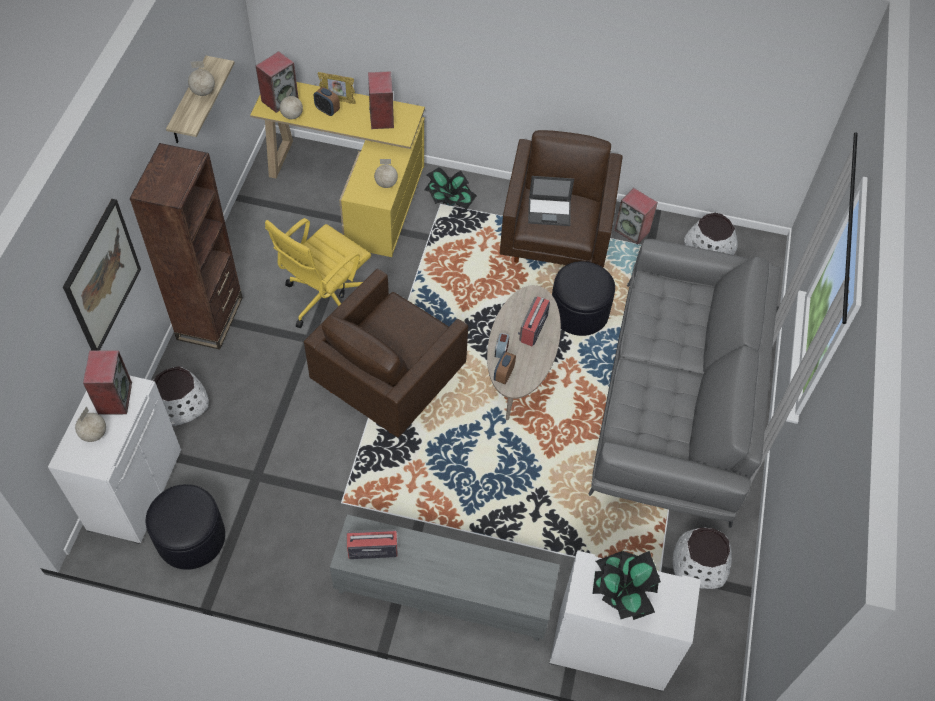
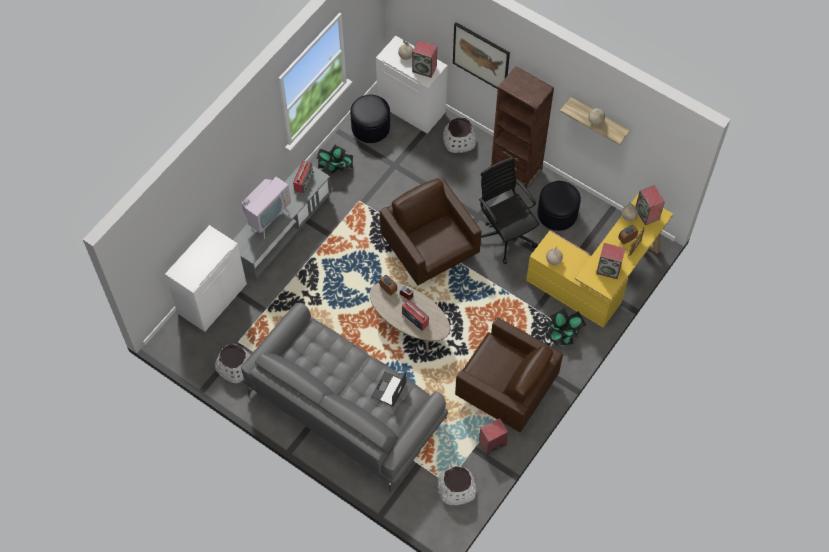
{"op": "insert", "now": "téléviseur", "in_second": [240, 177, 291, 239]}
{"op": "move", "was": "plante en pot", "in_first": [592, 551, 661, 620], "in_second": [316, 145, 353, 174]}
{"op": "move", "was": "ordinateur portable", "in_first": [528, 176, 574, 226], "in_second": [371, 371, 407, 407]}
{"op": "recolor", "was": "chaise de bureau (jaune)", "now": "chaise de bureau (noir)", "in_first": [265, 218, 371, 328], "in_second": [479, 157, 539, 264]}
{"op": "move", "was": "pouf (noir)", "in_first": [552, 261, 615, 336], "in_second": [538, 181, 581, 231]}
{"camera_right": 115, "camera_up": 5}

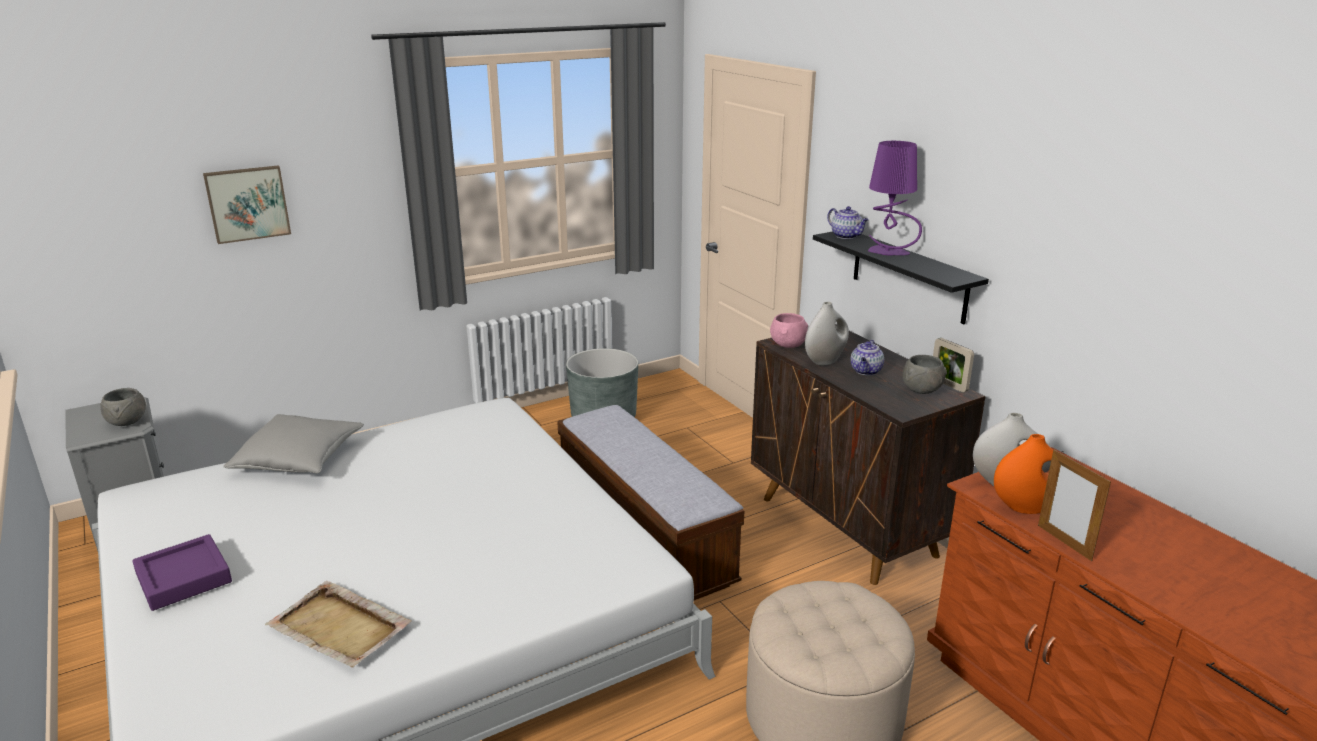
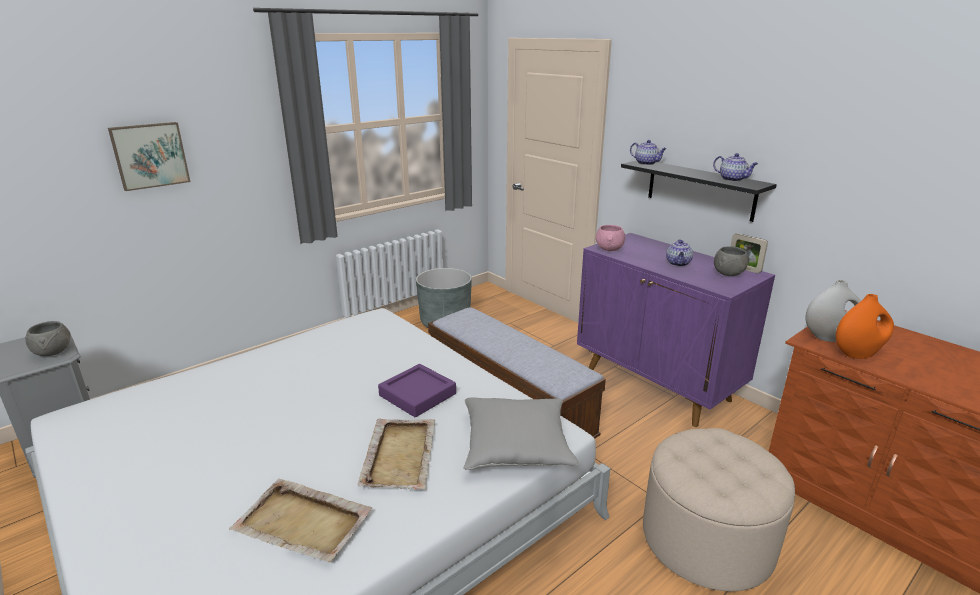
{"op": "insert", "now": "plateau (beige)", "in_second": [357, 419, 435, 489]}
{"op": "move", "was": "plateau (violet)", "in_first": [132, 534, 232, 611], "in_second": [378, 364, 456, 417]}
{"op": "move", "was": "coussin (gris)", "in_first": [223, 414, 364, 473], "in_second": [463, 397, 579, 470]}
{"op": "recolor", "was": "meuble de rangement (marron)", "now": "meuble de rangement (violet)", "in_first": [751, 324, 986, 585], "in_second": [577, 233, 775, 427]}
{"op": "insert", "now": "théière", "in_second": [713, 153, 758, 182]}
{"op": "delete", "was": "vase (blanc)", "in_first": [805, 302, 849, 365]}
{"op": "delete", "was": "lampe de table (violet)", "in_first": [868, 141, 922, 255]}
{"op": "delete", "was": "cadre photo", "in_first": [1038, 450, 1111, 561]}
{"camera_right": -10, "camera_up": 0}

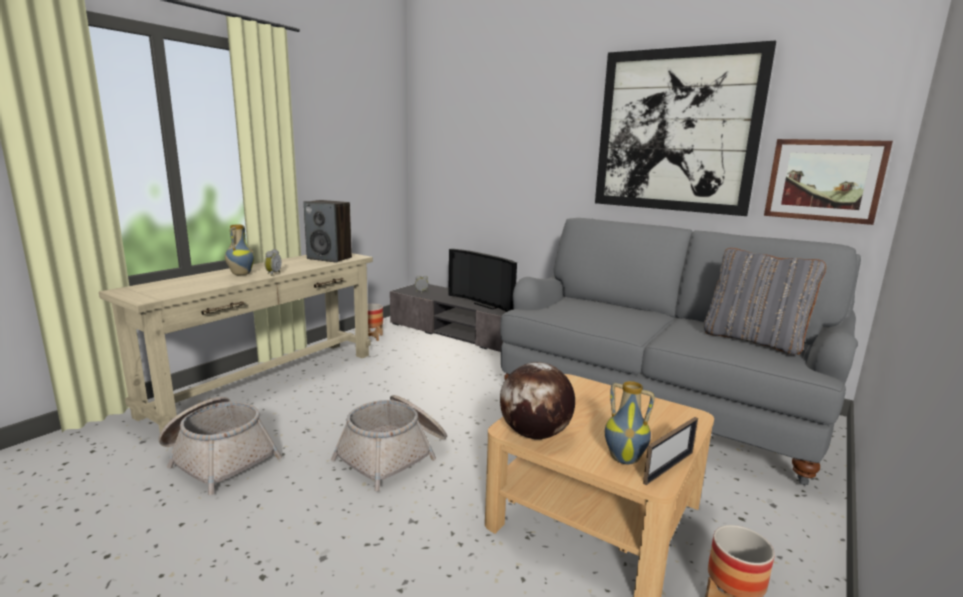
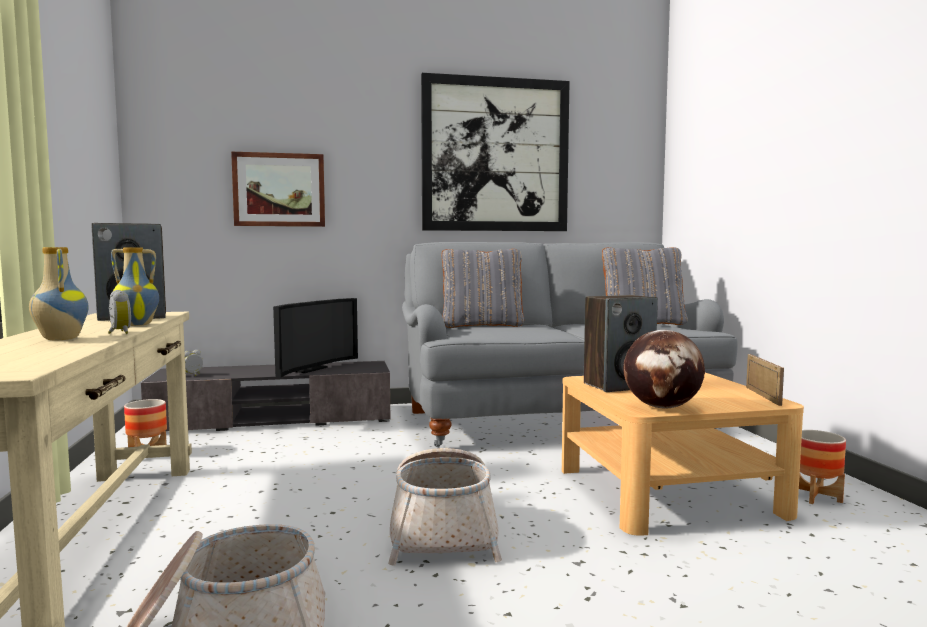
{"op": "move", "was": "vase", "in_first": [605, 381, 655, 464], "in_second": [111, 248, 159, 326]}
{"op": "move", "was": "tableau", "in_first": [764, 139, 893, 225], "in_second": [231, 152, 325, 227]}
{"op": "rotate", "was": "téléviseur", "in_first": [448, 249, 517, 312], "in_second": [273, 298, 358, 378], "clockwise": -60}
{"op": "insert", "now": "coussin (gris)", "in_second": [441, 249, 524, 328]}
{"op": "insert", "now": "enceinte", "in_second": [584, 295, 658, 392]}
{"camera_right": -45, "camera_up": -10}

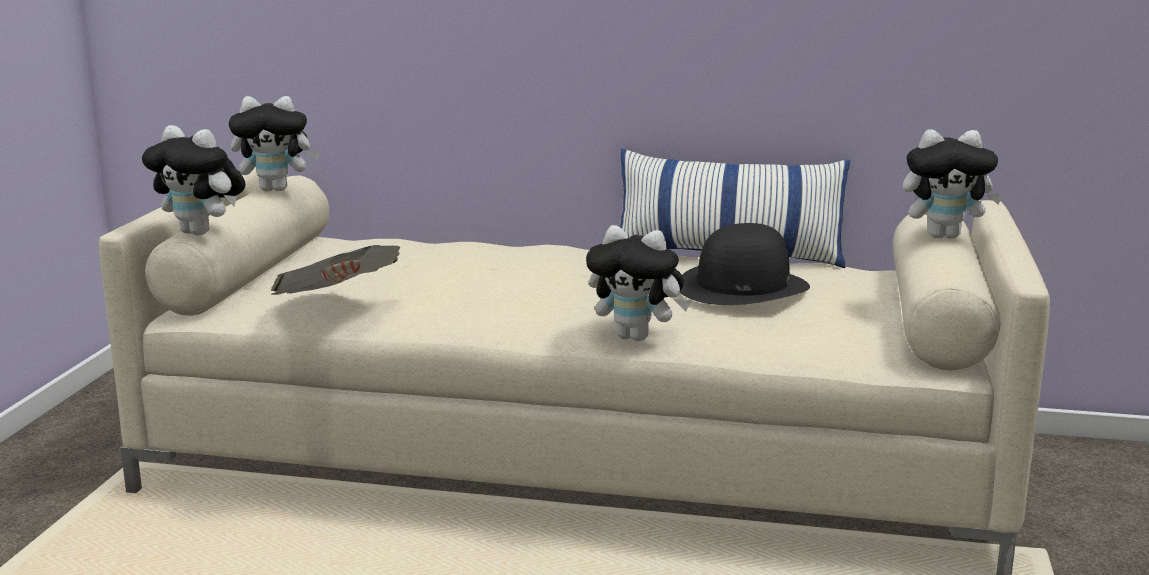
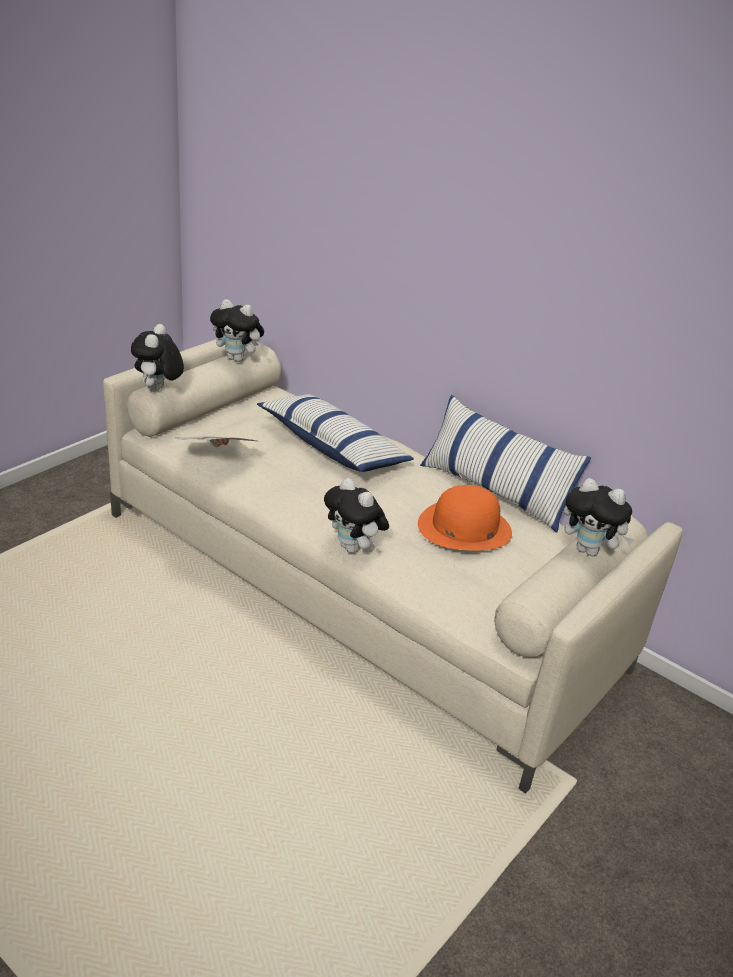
{"op": "rotate", "was": "peluche", "in_first": [142, 125, 246, 235], "in_second": [131, 324, 184, 392], "clockwise": 45}
{"op": "insert", "now": "coussin", "in_second": [257, 394, 414, 472]}
{"op": "recolor", "was": "chapeau (noir)", "now": "chapeau (orange)", "in_first": [680, 223, 810, 305], "in_second": [418, 485, 512, 550]}
{"camera_right": 25, "camera_up": 15}

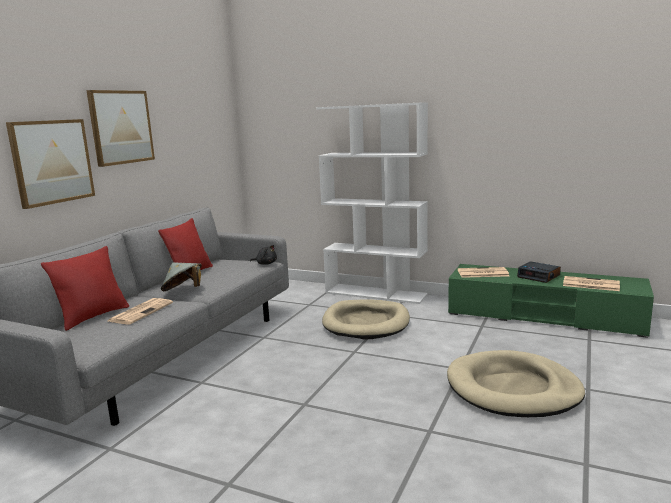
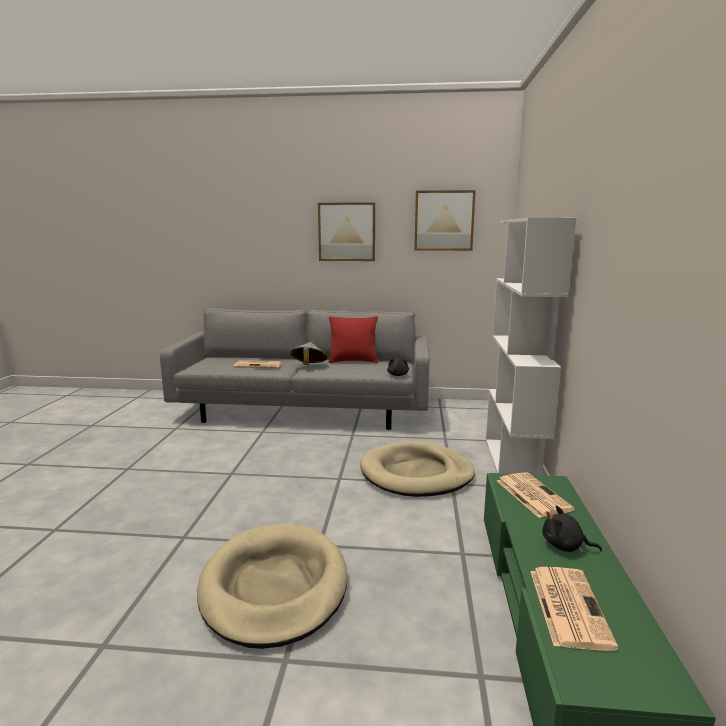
{"op": "move", "was": "tableau", "in_first": [6, 119, 95, 209], "in_second": [414, 190, 476, 251]}
{"op": "replace", "was": "réveil", "now": "peluche (noir)", "in_first": [517, 261, 561, 283], "in_second": [542, 505, 602, 553]}
{"op": "delete", "was": "coussin (rouge)", "in_first": [41, 246, 129, 331]}
{"camera_right": 70, "camera_up": 0}

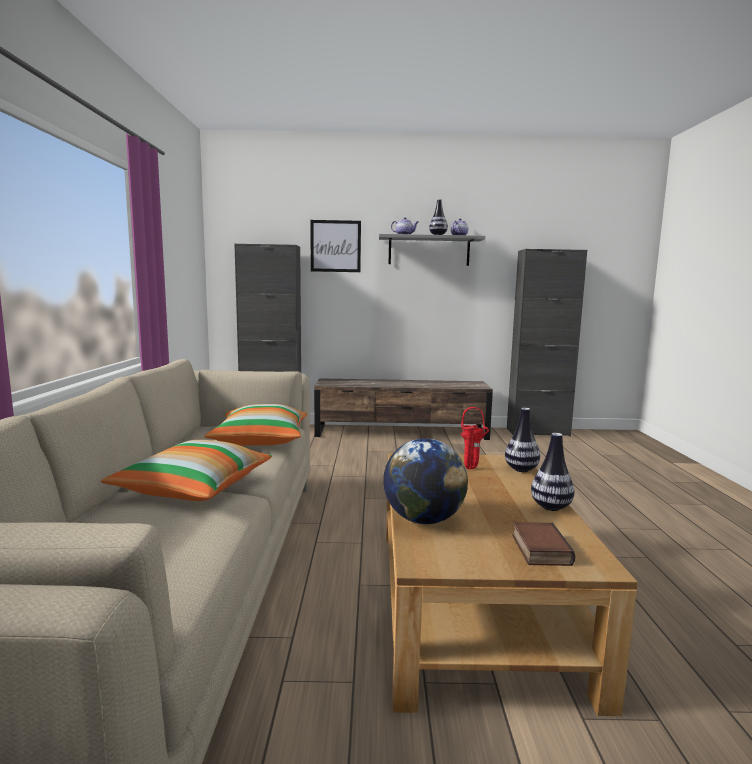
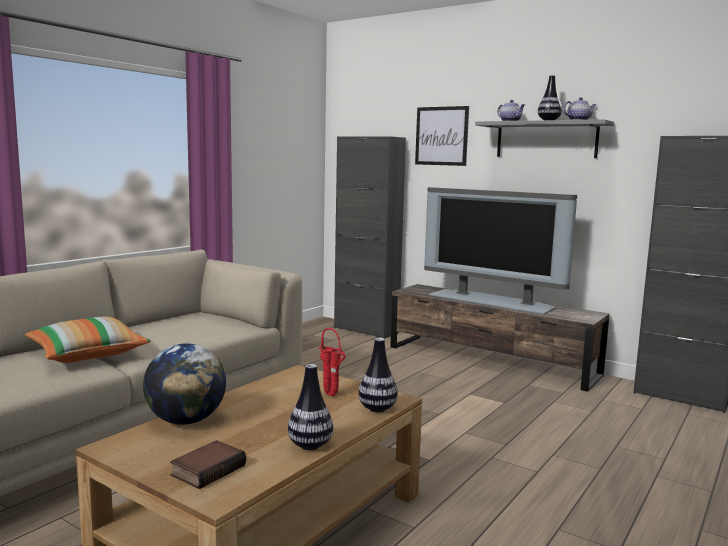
{"op": "insert", "now": "téléviseur", "in_second": [424, 187, 577, 315]}
{"op": "delete", "was": "coussin", "in_first": [204, 404, 307, 446]}
{"camera_right": 35, "camera_up": 0}

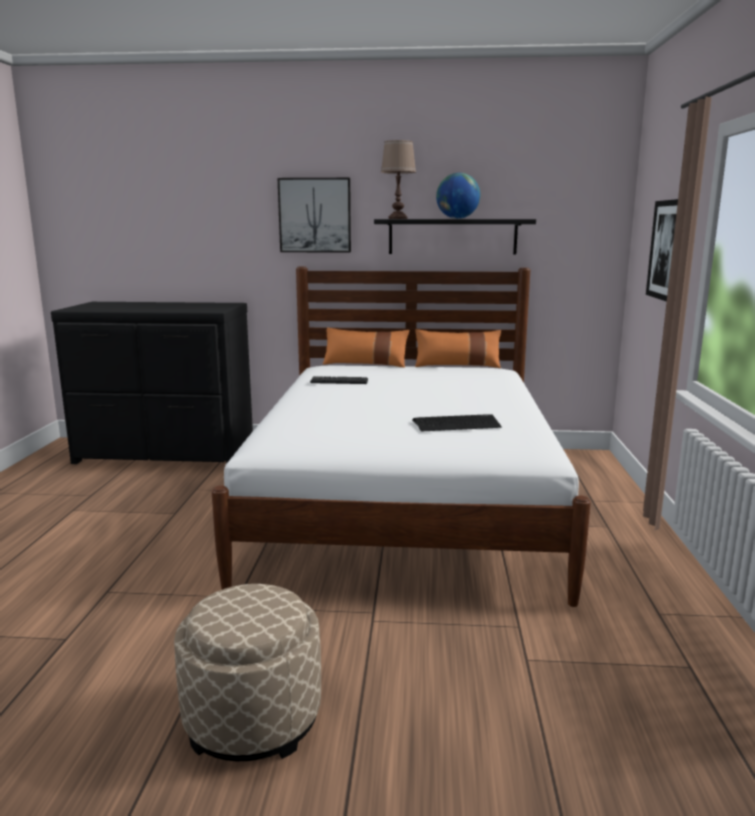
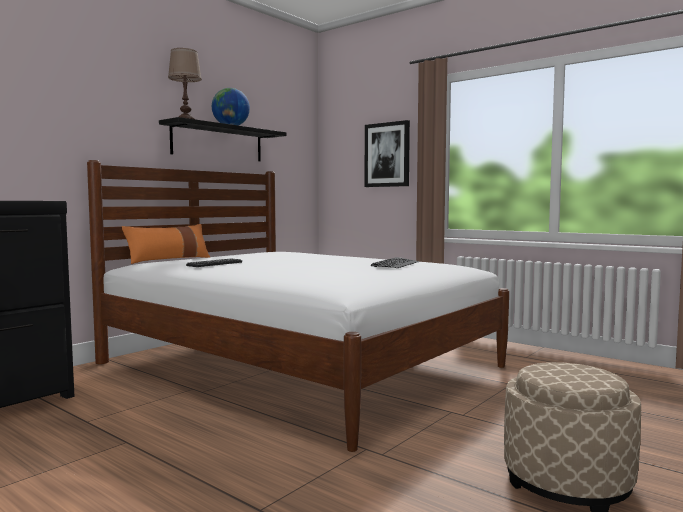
{"op": "delete", "was": "tableau", "in_first": [278, 178, 351, 253]}
{"op": "delete", "was": "coussin (orange)", "in_first": [415, 329, 501, 368]}
{"camera_right": -55, "camera_up": -10}

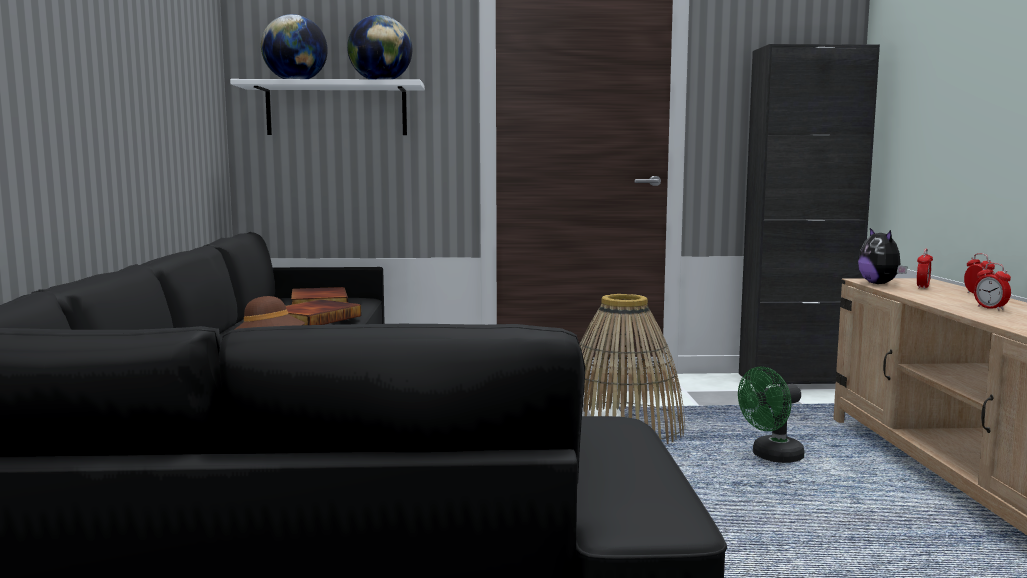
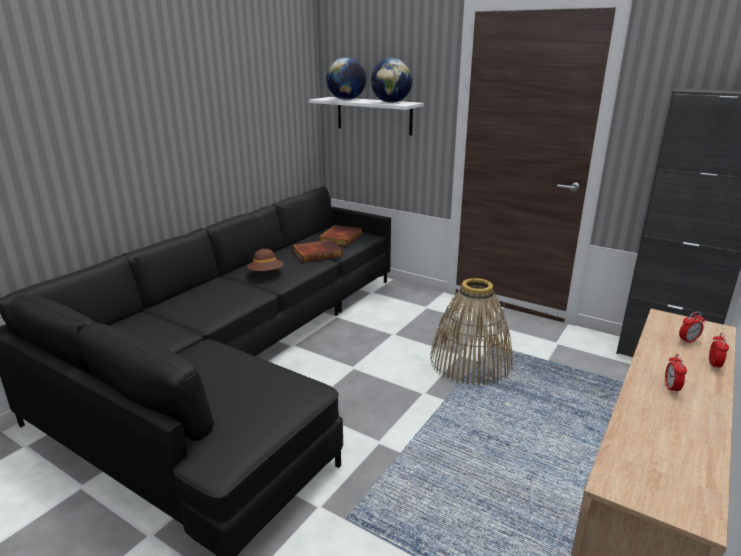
{"op": "delete", "was": "ventilateur (vert)", "in_first": [738, 367, 805, 463]}
{"op": "delete", "was": "peluche", "in_first": [858, 228, 907, 284]}
{"camera_right": 35, "camera_up": 15}

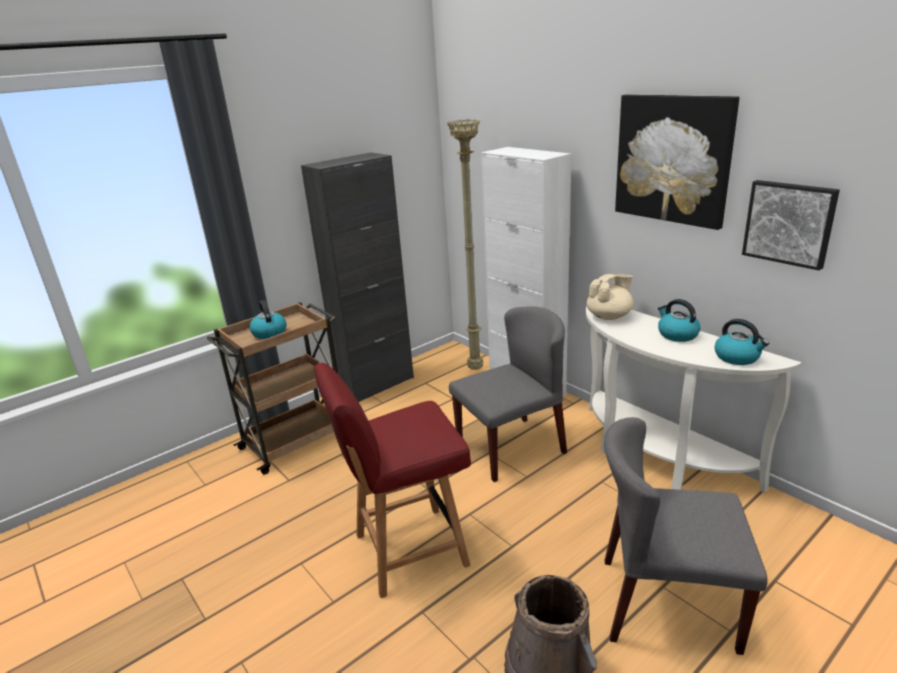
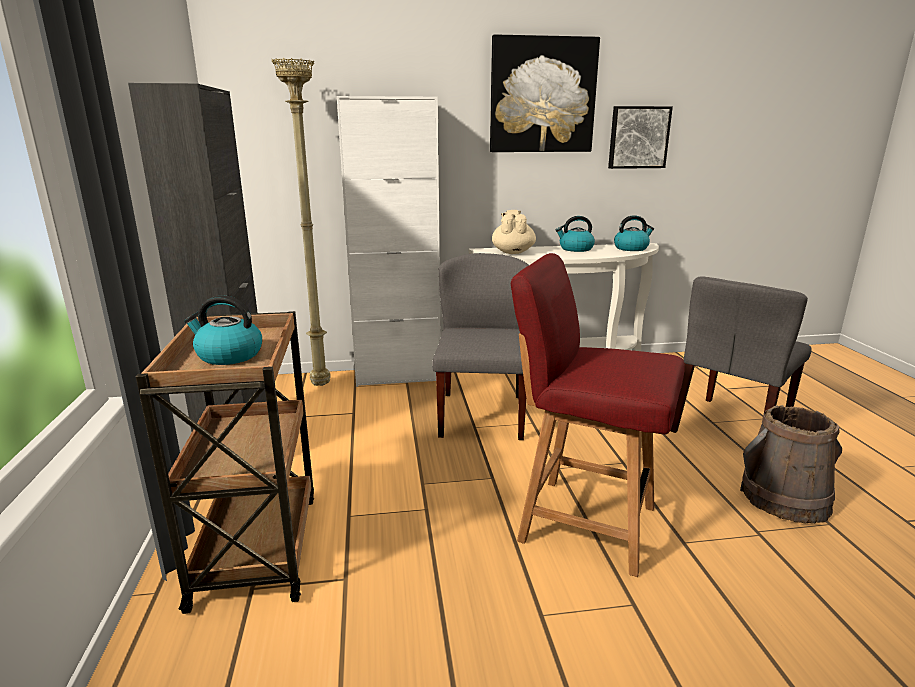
{"op": "rotate", "was": "chaise (rouge)", "in_first": [314, 363, 471, 598], "in_second": [511, 253, 685, 577], "clockwise": 105}
{"camera_right": -60, "camera_up": -5}

